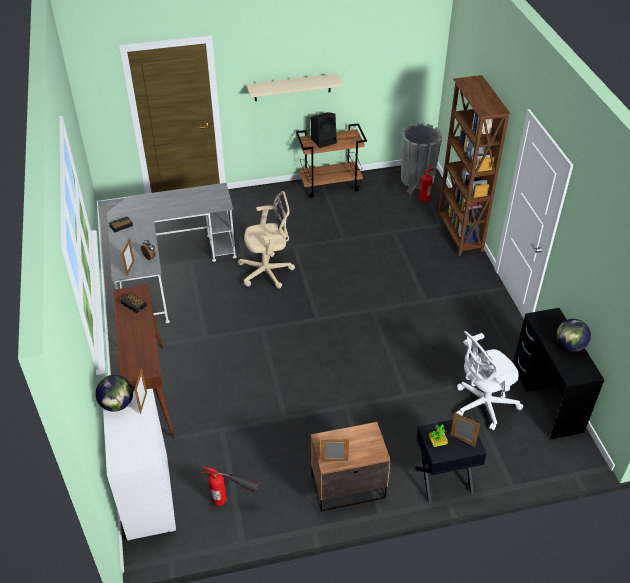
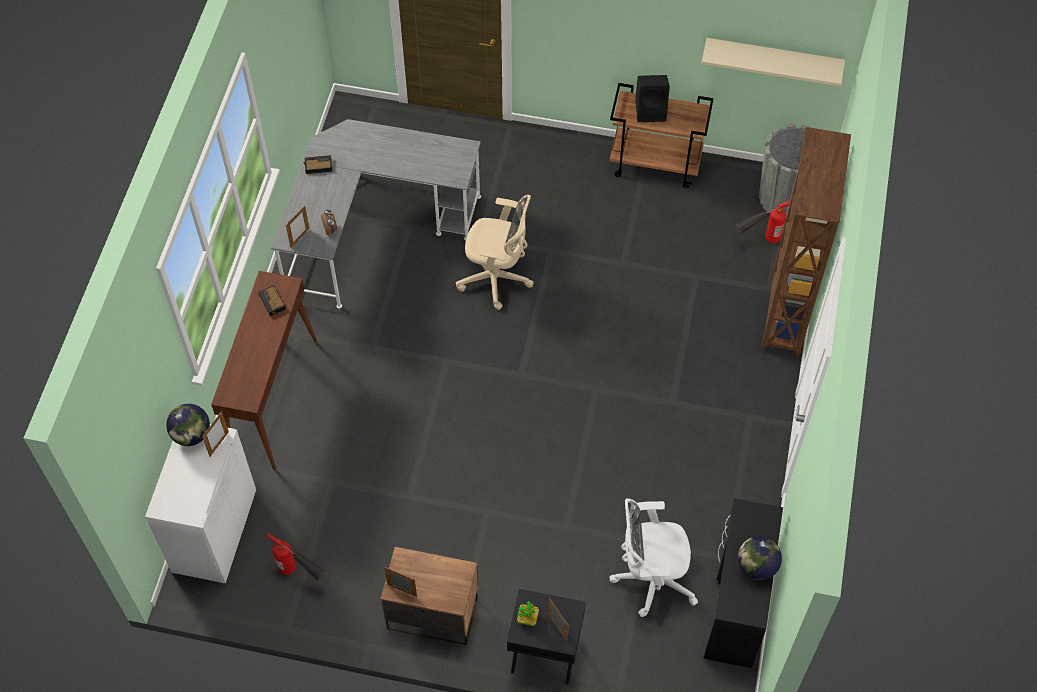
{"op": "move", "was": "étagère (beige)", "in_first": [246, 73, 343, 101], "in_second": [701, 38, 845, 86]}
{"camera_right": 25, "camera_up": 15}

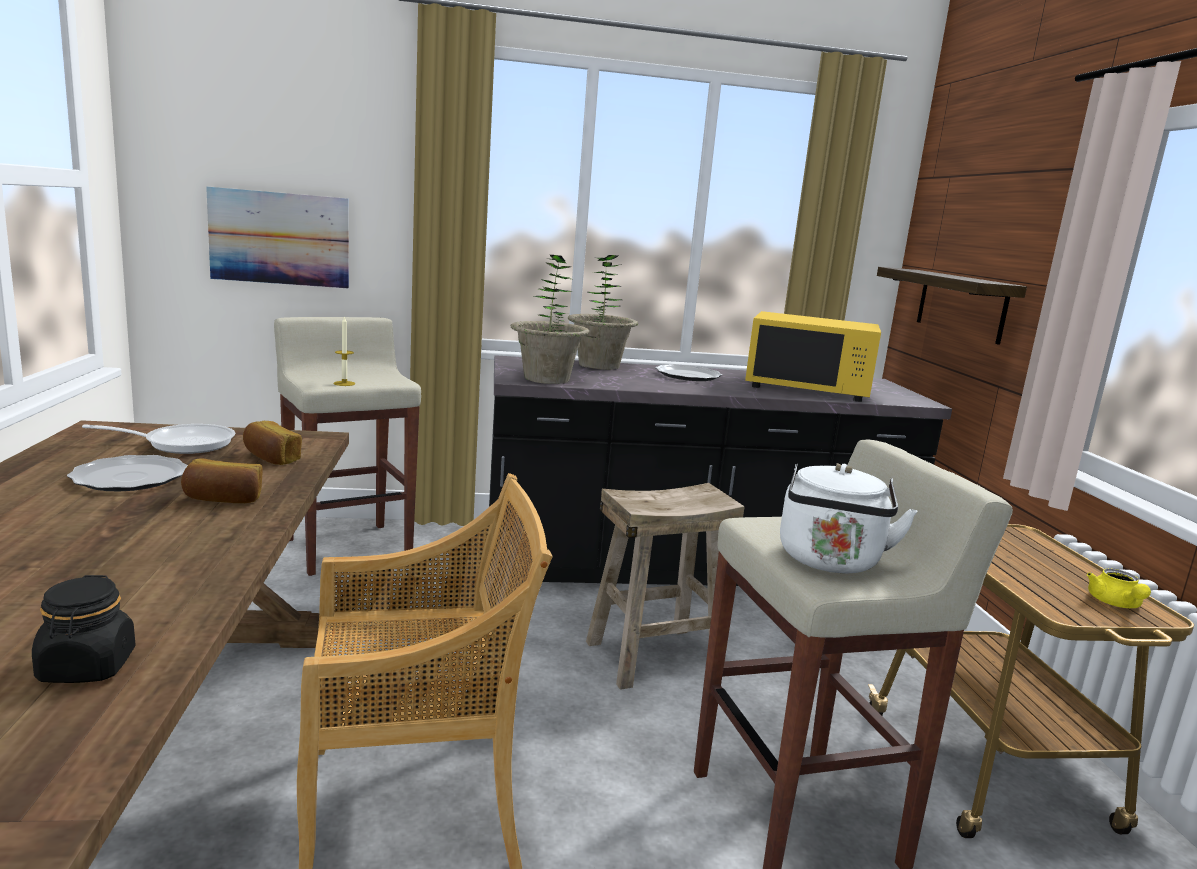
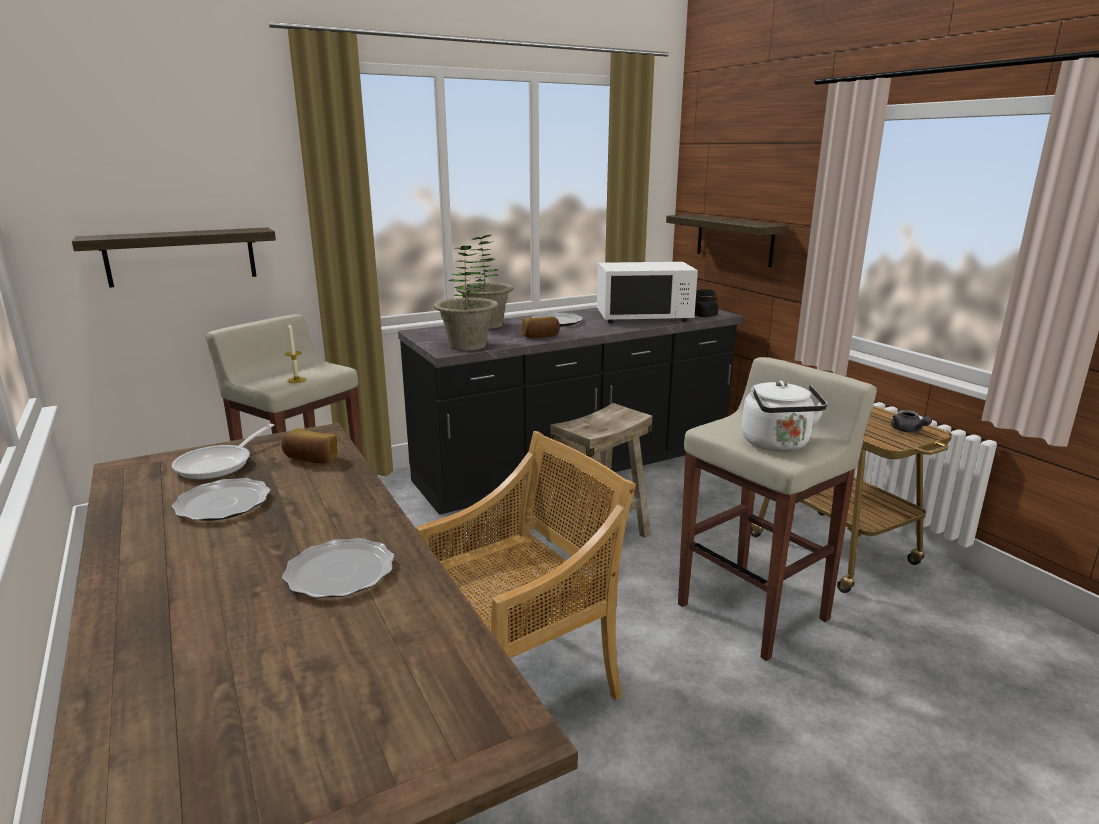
{"op": "replace", "was": "tableau", "now": "étagère", "in_first": [206, 187, 349, 288], "in_second": [72, 228, 276, 288]}
{"op": "rotate", "was": "poêle", "in_first": [82, 424, 235, 454], "in_second": [172, 424, 275, 480], "clockwise": 150}
{"op": "insert", "now": "assiette", "in_second": [282, 538, 395, 598]}
{"op": "move", "was": "pain", "in_first": [181, 458, 263, 503], "in_second": [522, 316, 560, 338]}
{"op": "recolor", "was": "micro-ondes (jaune)", "now": "micro-ondes (blanc)", "in_first": [745, 311, 881, 402], "in_second": [597, 262, 698, 323]}
{"op": "move", "was": "bocal (noir)", "in_first": [32, 575, 136, 683], "in_second": [695, 289, 718, 317]}
{"op": "recolor", "was": "théière (jaune)", "now": "théière (gris)", "in_first": [1087, 568, 1151, 608], "in_second": [891, 410, 932, 433]}
{"camera_right": -20, "camera_up": 5}

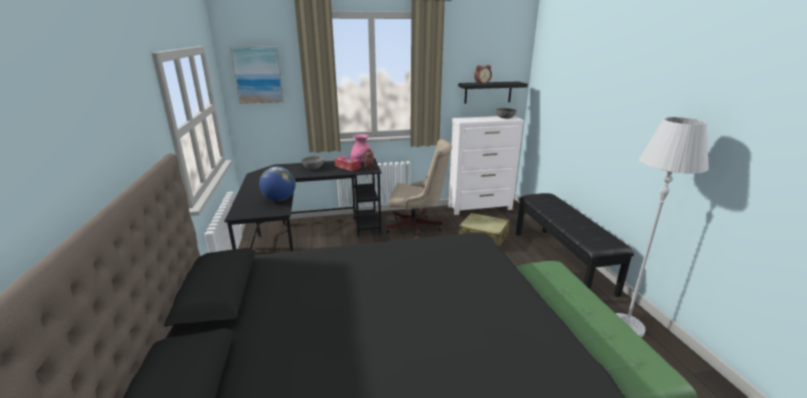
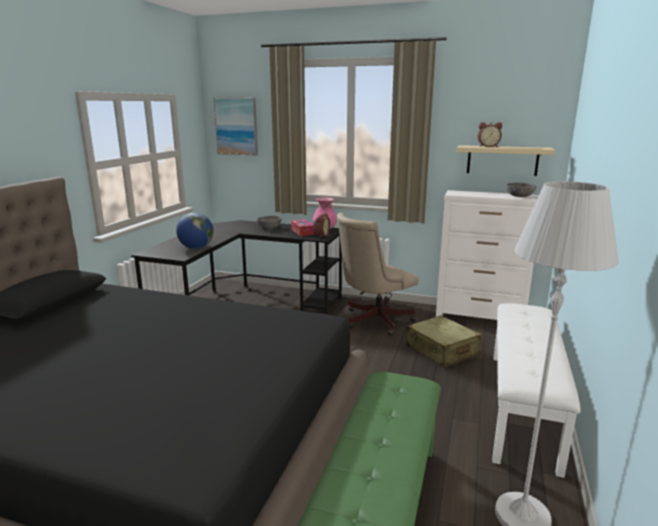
{"op": "rotate", "was": "chaise de bureau (beige)", "in_first": [386, 139, 452, 239], "in_second": [337, 213, 419, 335], "clockwise": 105}
{"op": "recolor", "was": "étagère (noir)", "now": "étagère (beige)", "in_first": [458, 81, 528, 104], "in_second": [457, 145, 555, 176]}
{"op": "recolor", "was": "banc (noir)", "now": "banc (blanc)", "in_first": [516, 193, 634, 297], "in_second": [492, 303, 581, 478]}
{"camera_right": 30, "camera_up": -5}

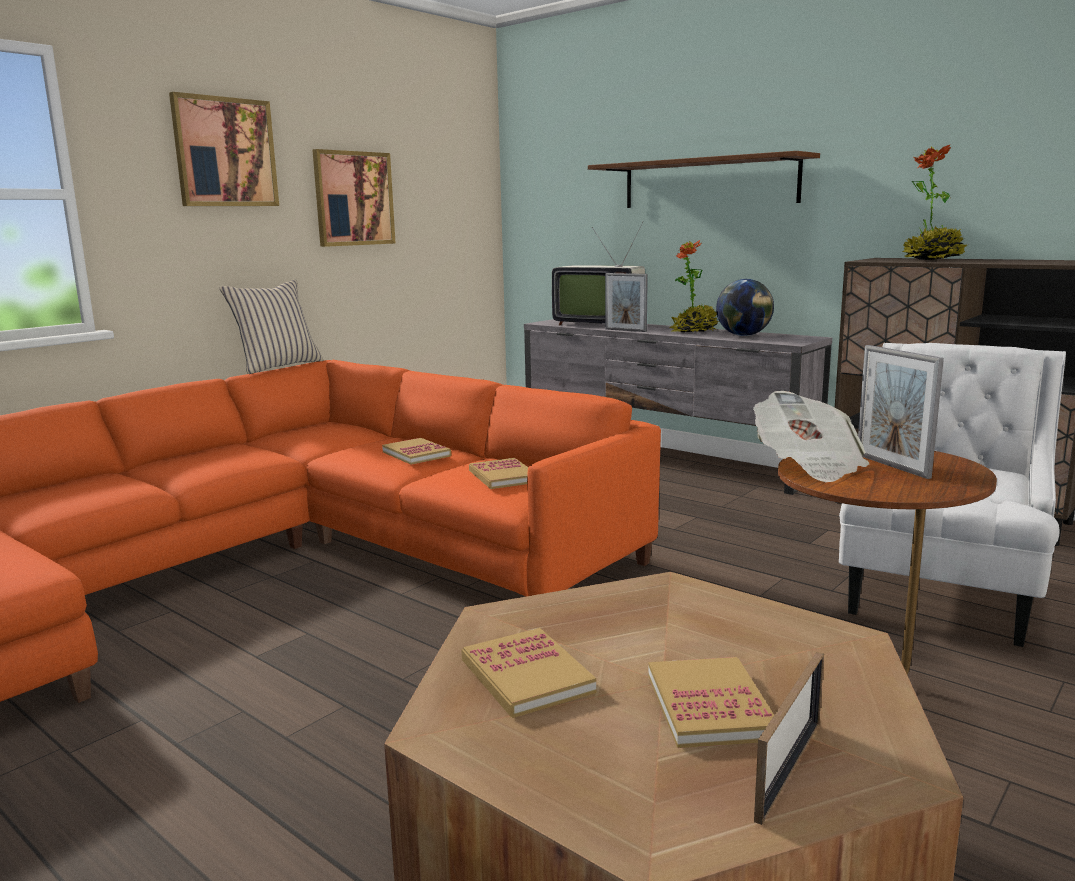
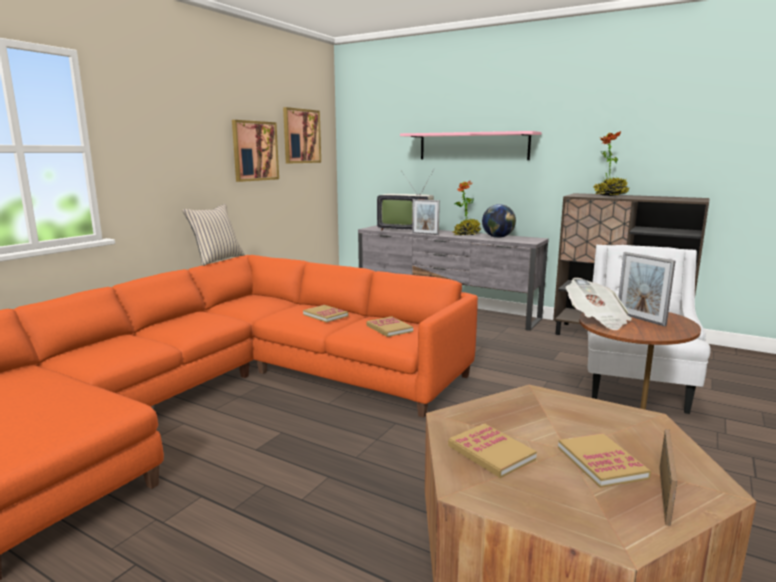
{"op": "move", "was": "tableau", "in_first": [169, 92, 279, 206], "in_second": [283, 107, 321, 163]}
{"op": "recolor", "was": "étagère (marron)", "now": "étagère (rose)", "in_first": [588, 151, 820, 208], "in_second": [400, 131, 542, 160]}
{"camera_right": -10, "camera_up": 0}

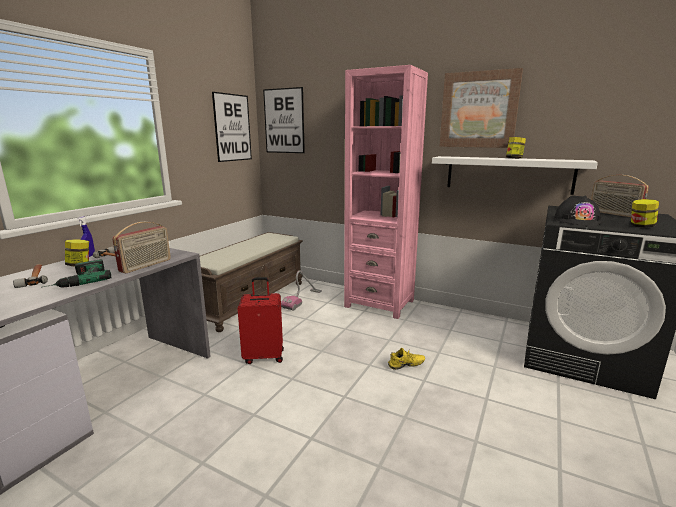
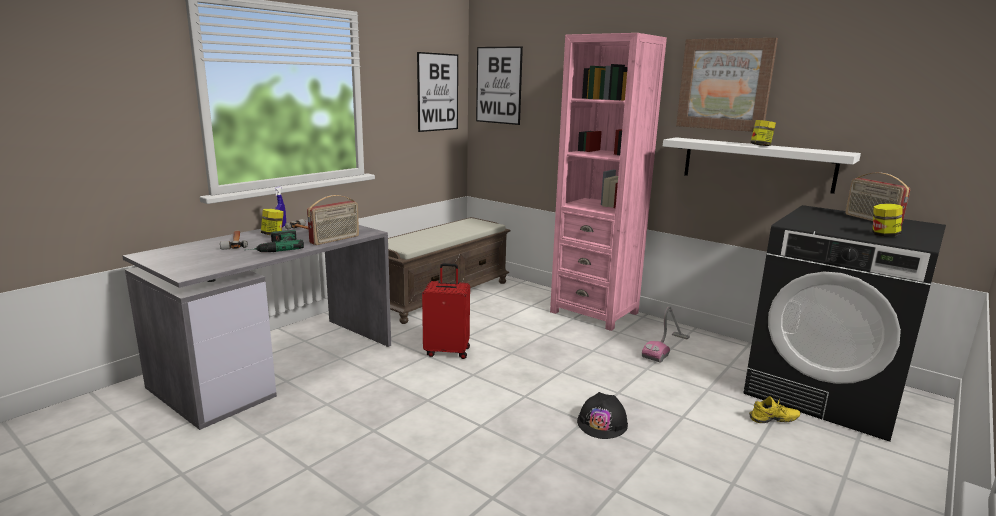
{"op": "move", "was": "casque de chantier (noir)", "in_first": [554, 195, 602, 226], "in_second": [577, 392, 628, 439]}
{"op": "move", "was": "aspirateur", "in_first": [281, 270, 322, 310], "in_second": [642, 306, 690, 363]}
{"op": "move", "was": "chaussure (jaune)", "in_first": [388, 348, 425, 370], "in_second": [749, 396, 800, 423]}
{"camera_right": 10, "camera_up": 0}

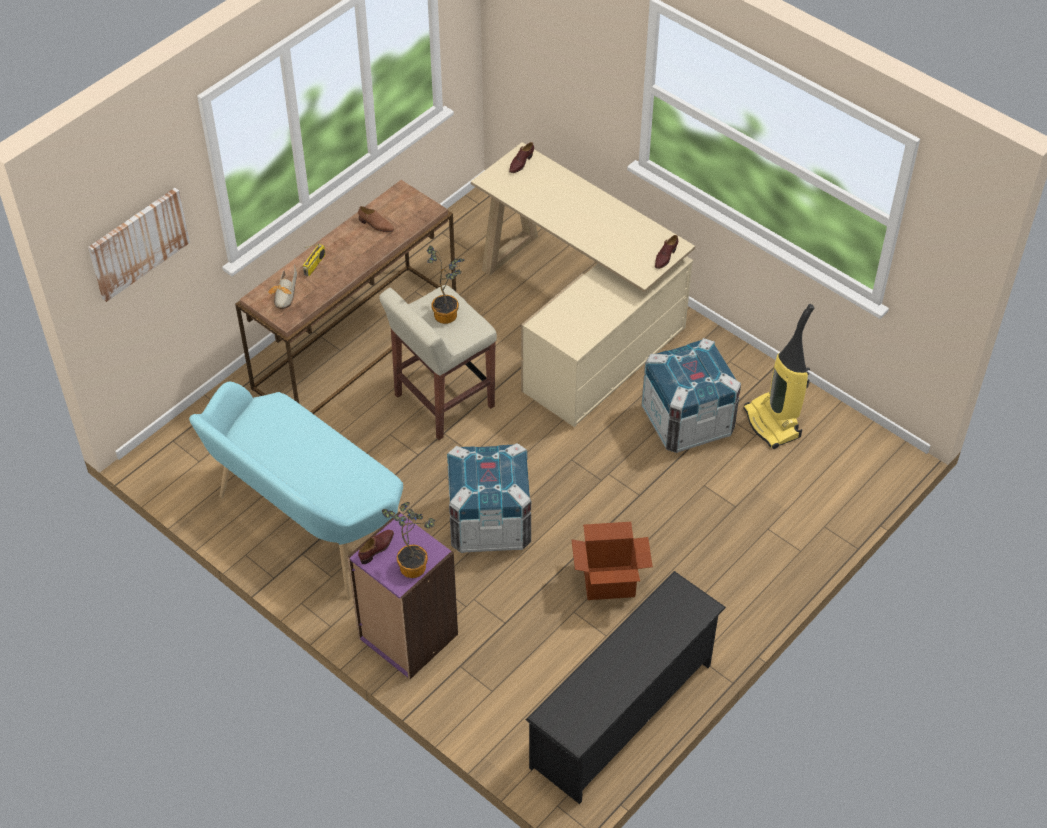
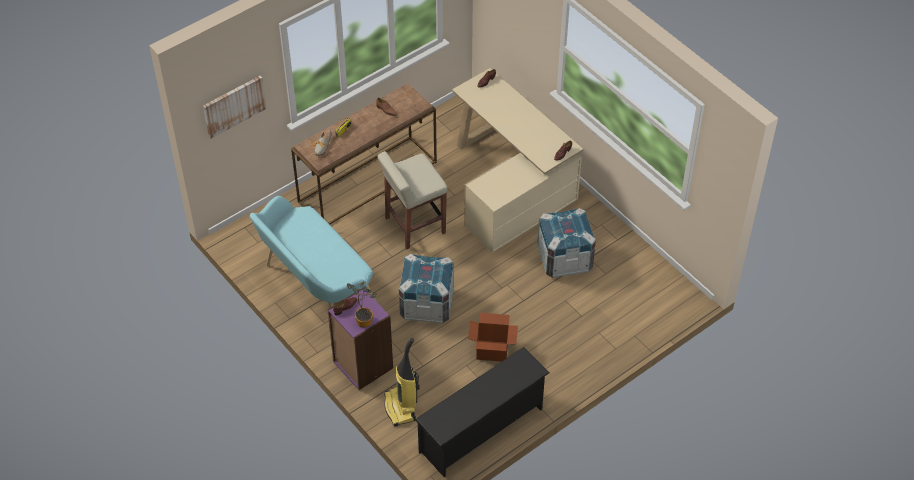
{"op": "move", "was": "aspirateur", "in_first": [743, 304, 814, 449], "in_second": [384, 338, 420, 427]}
{"op": "delete", "was": "plante en pot", "in_first": [427, 246, 465, 324]}
{"camera_right": 10, "camera_up": 0}

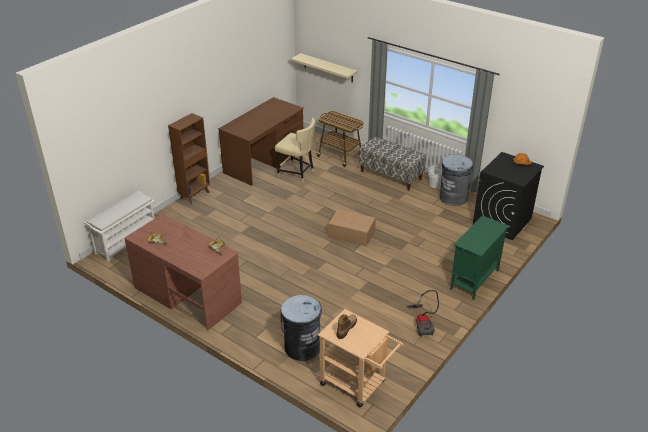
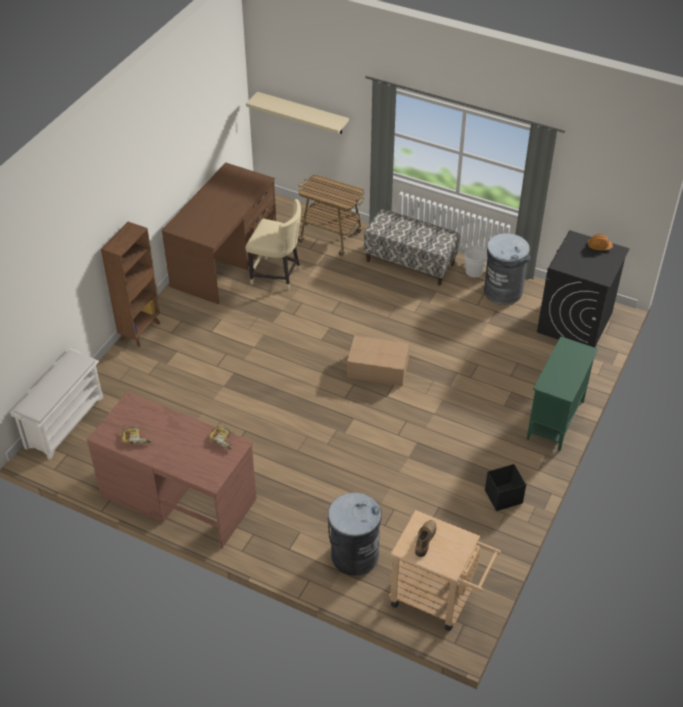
{"op": "replace", "was": "aspirateur", "now": "boîte de rangement (noir)", "in_first": [407, 290, 439, 337], "in_second": [485, 464, 526, 511]}
{"camera_right": -10, "camera_up": 10}

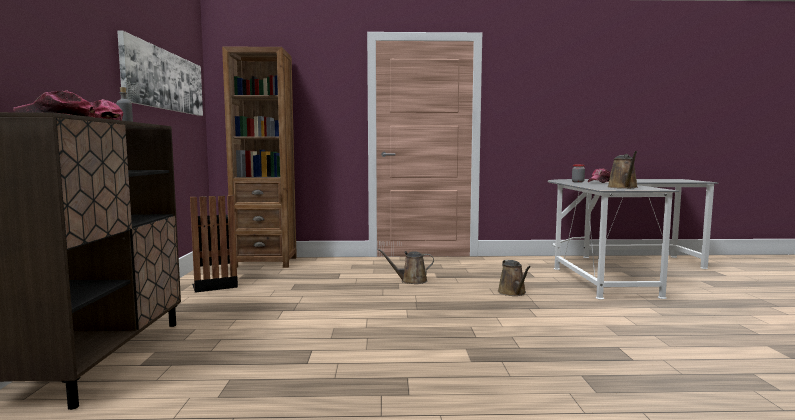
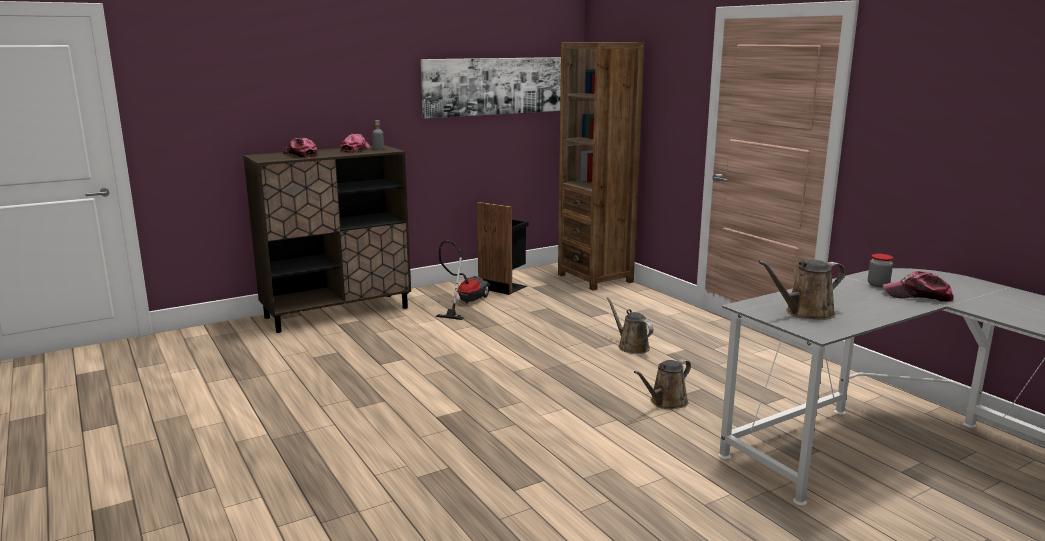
{"op": "insert", "now": "aspirateur", "in_second": [436, 241, 490, 320]}
{"camera_right": 60, "camera_up": 10}

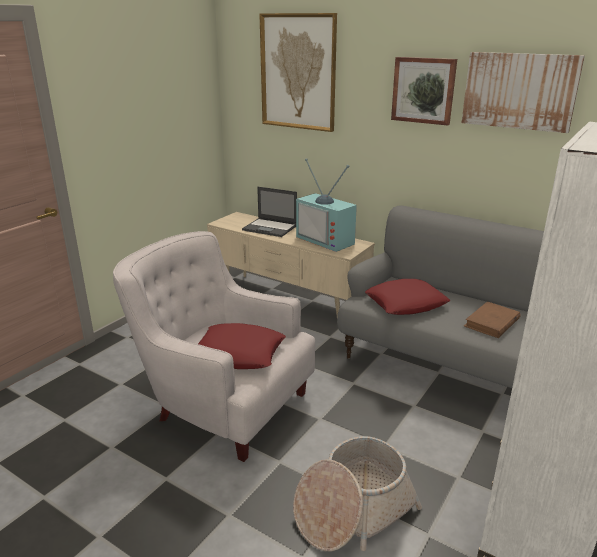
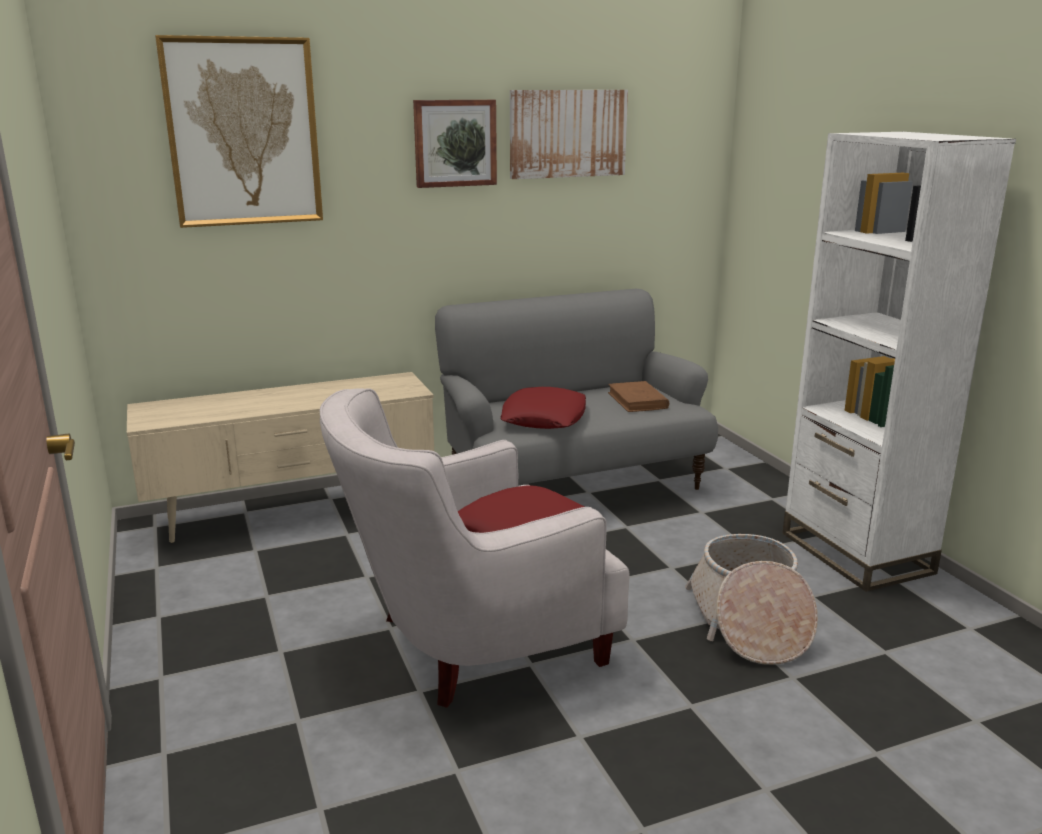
{"op": "delete", "was": "ordinateur portable", "in_first": [242, 187, 297, 237]}
{"op": "delete", "was": "téléviseur", "in_first": [296, 158, 357, 252]}
{"camera_right": -55, "camera_up": -5}

